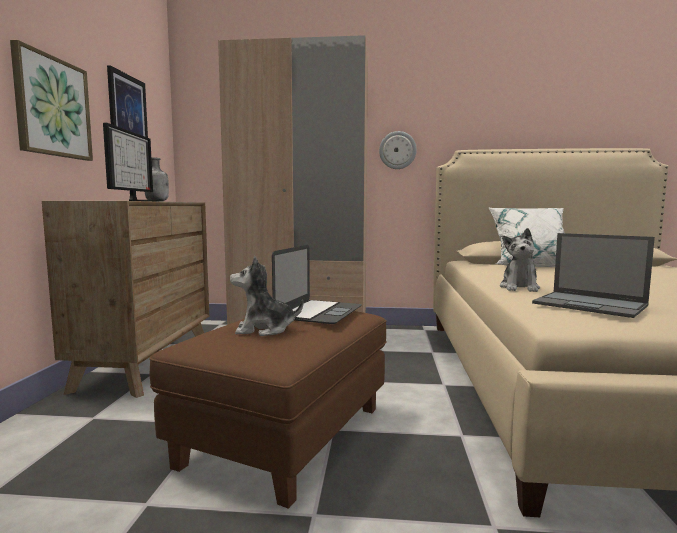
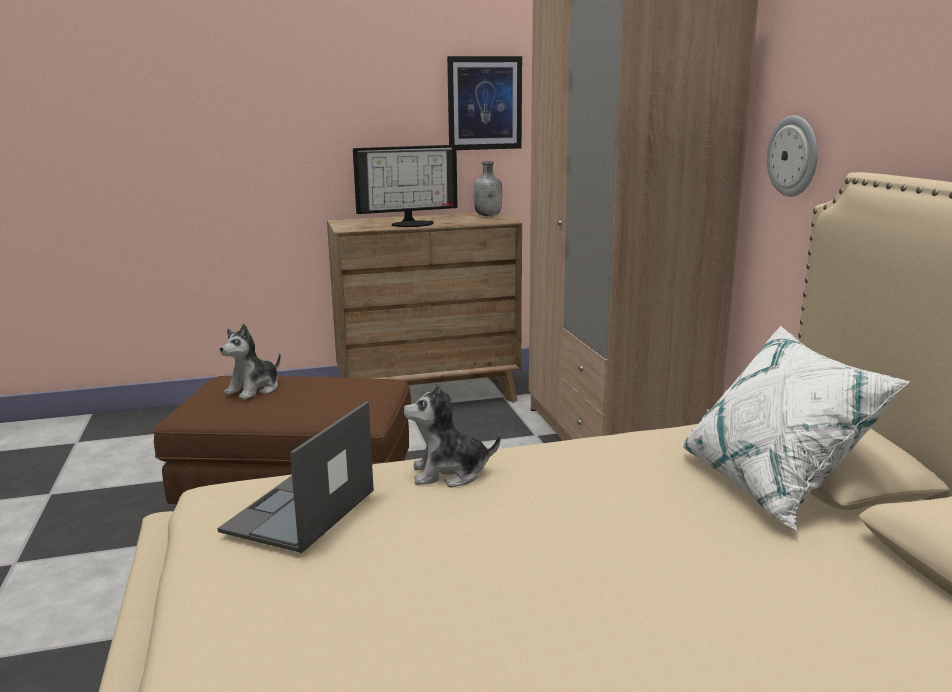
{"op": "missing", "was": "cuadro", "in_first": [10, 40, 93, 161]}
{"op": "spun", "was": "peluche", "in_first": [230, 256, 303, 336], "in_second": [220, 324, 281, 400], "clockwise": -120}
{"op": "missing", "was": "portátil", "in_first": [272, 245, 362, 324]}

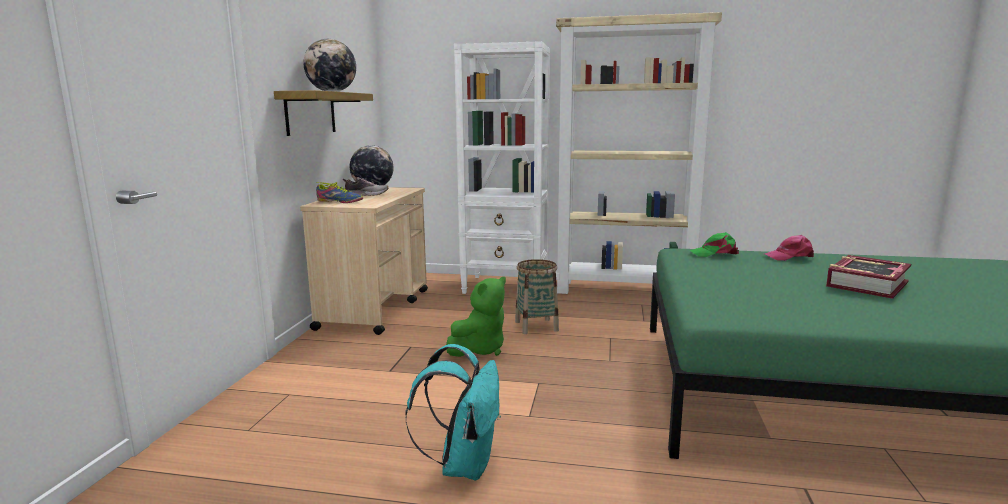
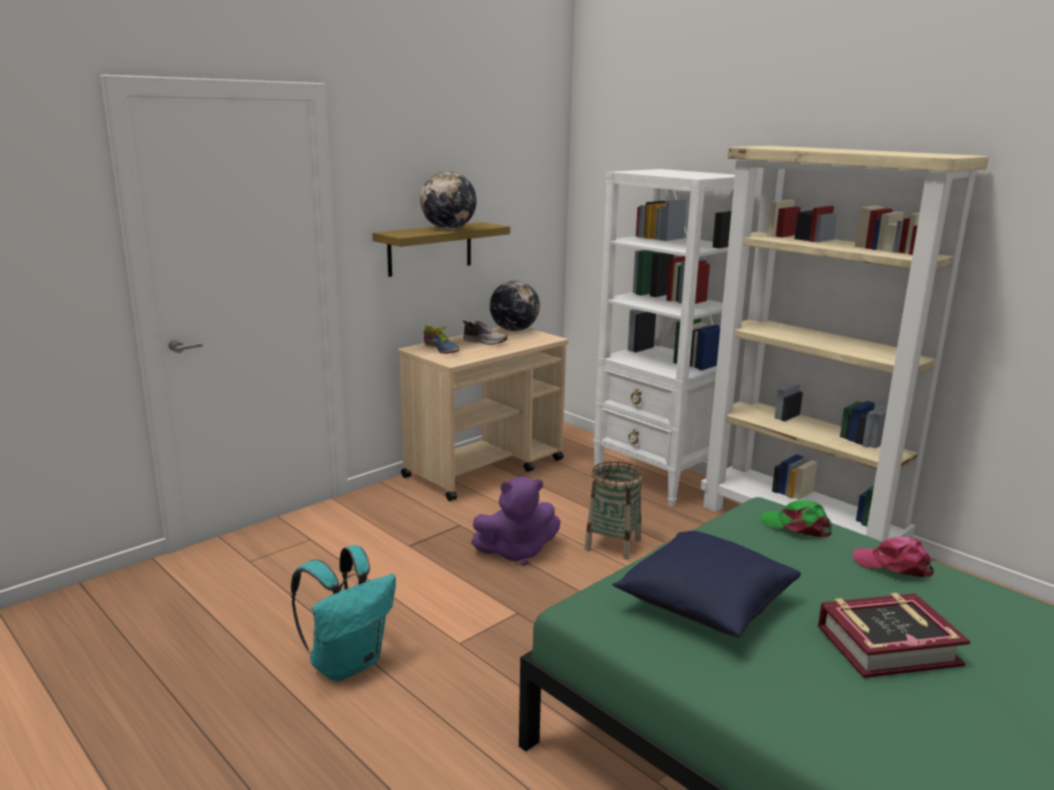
{"op": "colour", "was": "peluche (verde)", "now": "peluche (morado)", "in_first": [446, 277, 506, 357], "in_second": [471, 476, 561, 566]}
{"op": "appeared", "now": "cojín (azul)", "in_second": [612, 531, 801, 638]}

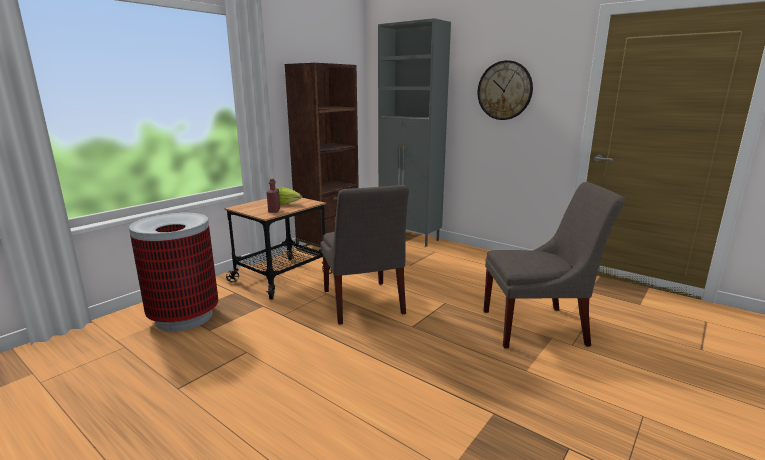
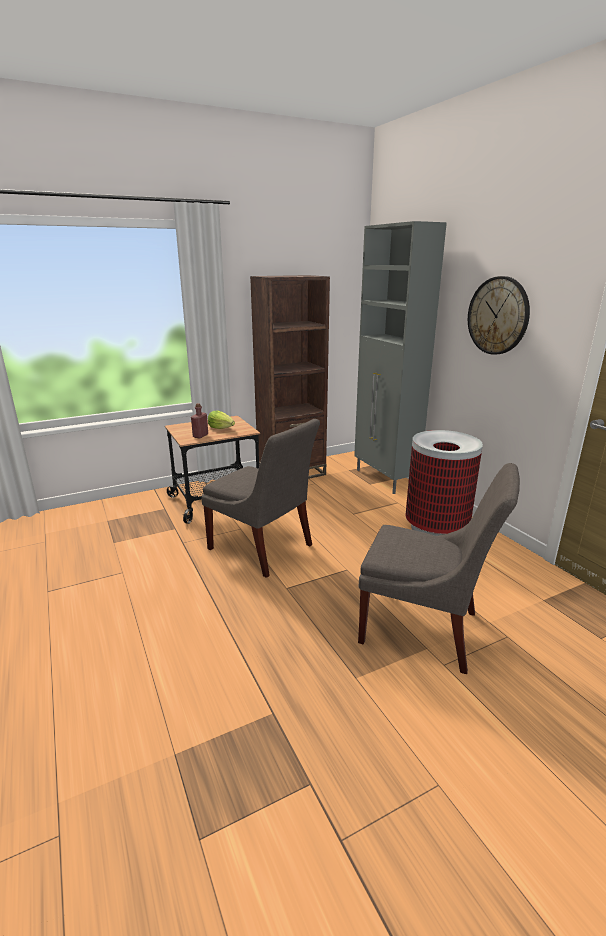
{"op": "relocated", "was": "papelera", "in_first": [129, 213, 219, 331], "in_second": [406, 430, 483, 536]}
{"op": "spun", "was": "silla (gris)", "in_first": [320, 185, 409, 325], "in_second": [201, 419, 320, 578], "clockwise": -60}

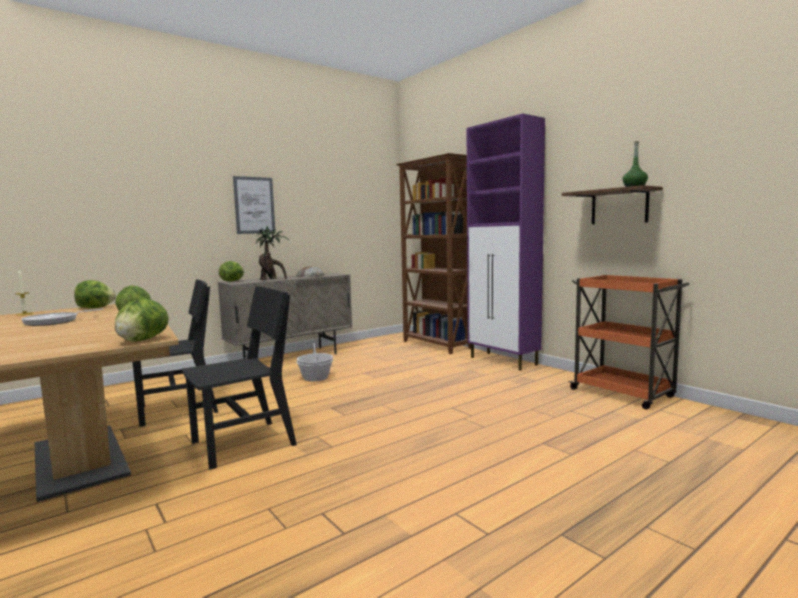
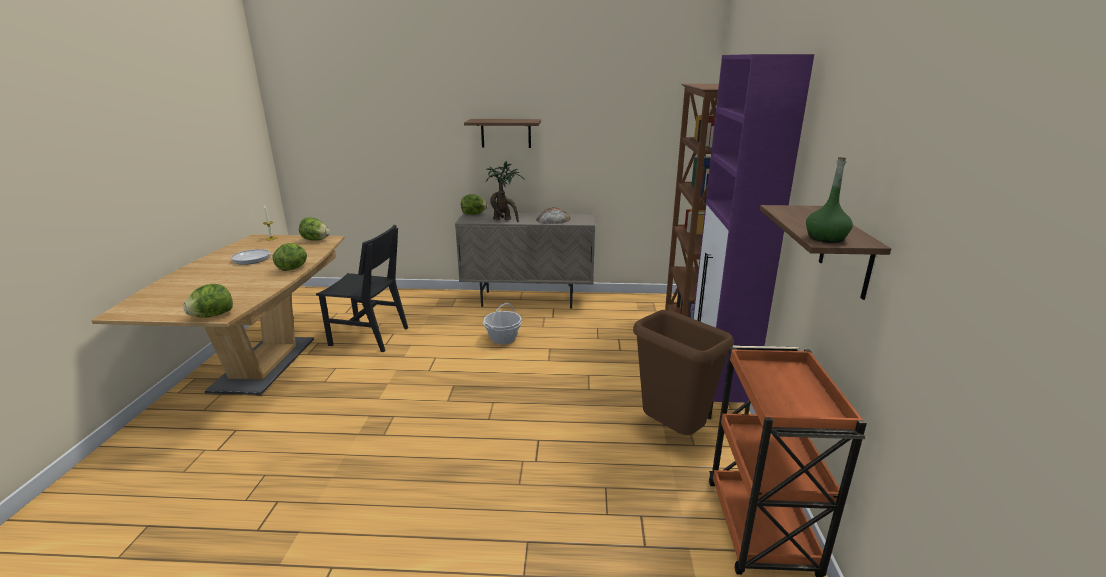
{"op": "missing", "was": "silla (negro)", "in_first": [182, 286, 297, 470]}
{"op": "exchanged", "was": "cuadro", "now": "estante", "in_first": [233, 176, 275, 234], "in_second": [464, 119, 541, 148]}
{"op": "appeared", "now": "papelera (marrón)", "in_second": [633, 310, 734, 435]}

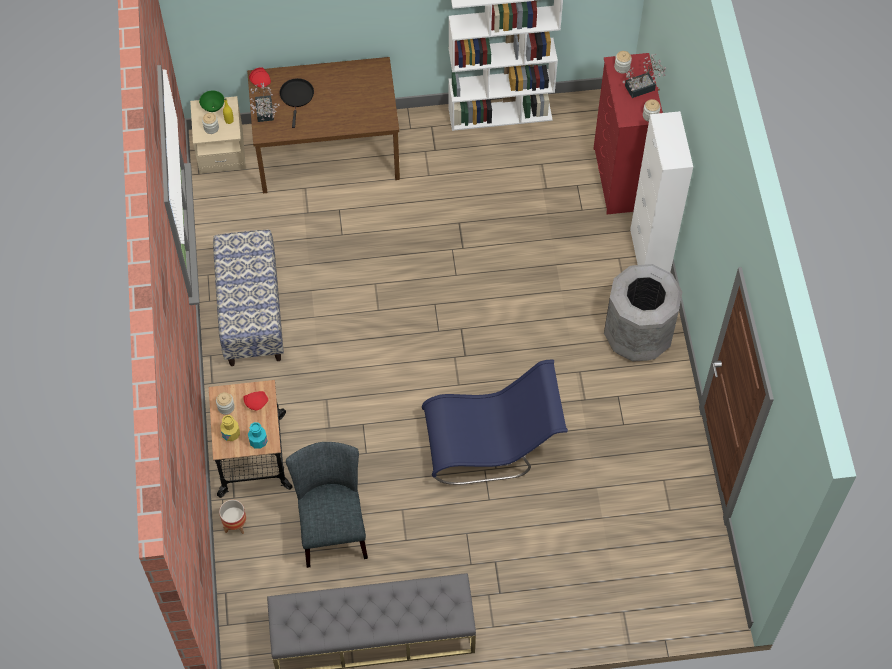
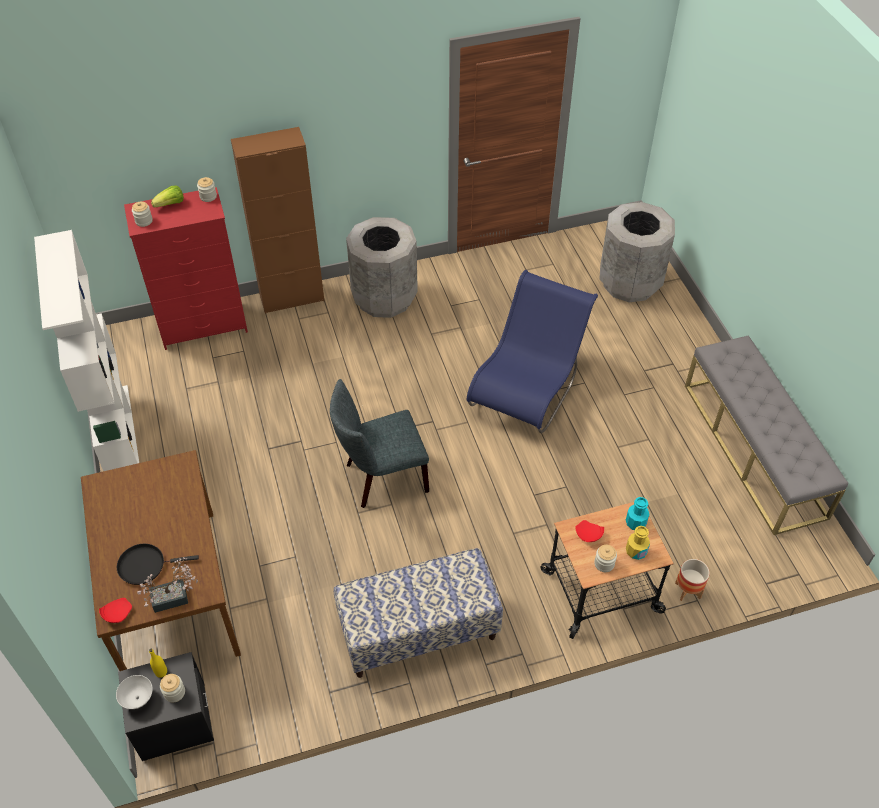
{"op": "colour", "was": "mesita de noche (beis)", "now": "mesita de noche (negro)", "in_first": [190, 96, 246, 174], "in_second": [118, 652, 214, 761]}
{"op": "colour", "was": "cuenco (verde)", "now": "cuenco (blanco)", "in_first": [199, 90, 224, 112], "in_second": [116, 675, 153, 709]}
{"op": "relocated", "was": "silla (gris)", "in_first": [286, 442, 368, 568], "in_second": [330, 379, 429, 508]}
{"op": "spun", "was": "silla (azul)", "in_first": [422, 360, 568, 485], "in_second": [467, 270, 598, 433], "clockwise": 45}
{"op": "exchanged", "was": "planta en maceta", "now": "lechuga", "in_first": [623, 54, 666, 98], "in_second": [151, 186, 184, 207]}
{"op": "colour", "was": "armario (blanco)", "now": "armario (marrón)", "in_first": [630, 111, 693, 273], "in_second": [231, 127, 324, 314]}
{"op": "appeared", "now": "papelera (gris)", "in_second": [600, 202, 675, 302]}

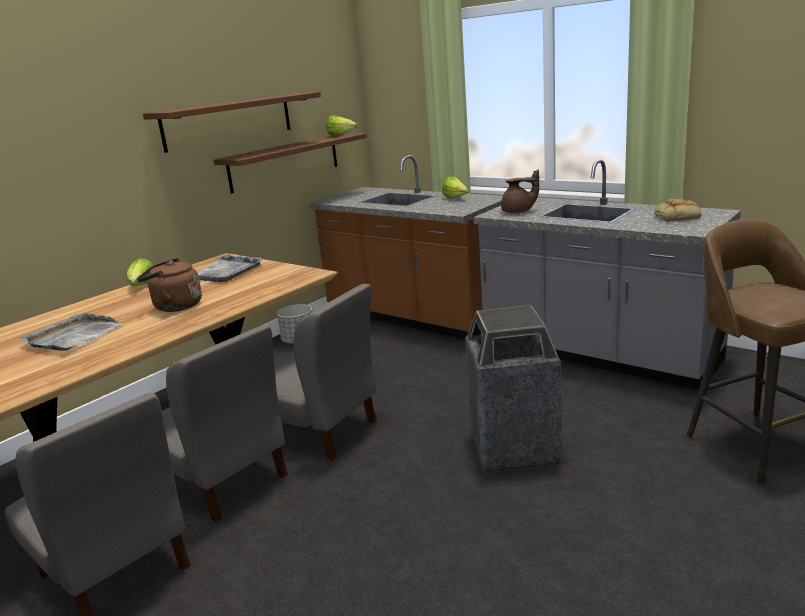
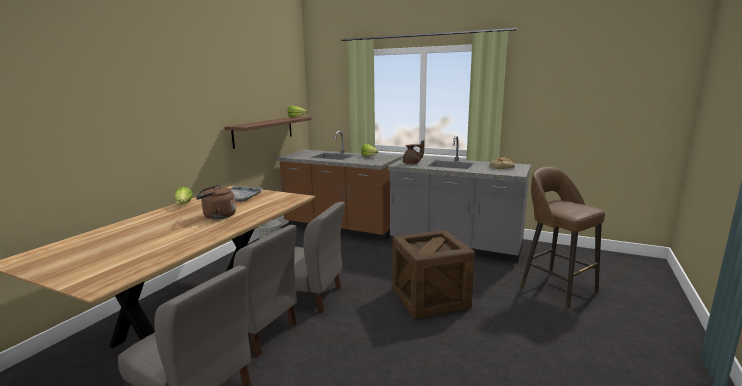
{"op": "missing", "was": "bandeja (gris)", "in_first": [21, 313, 125, 351]}
{"op": "missing", "was": "estante (marrón)", "in_first": [143, 92, 321, 153]}
{"op": "exchanged", "was": "papelera", "now": "caja de embalaje", "in_first": [465, 305, 562, 473], "in_second": [393, 230, 475, 319]}

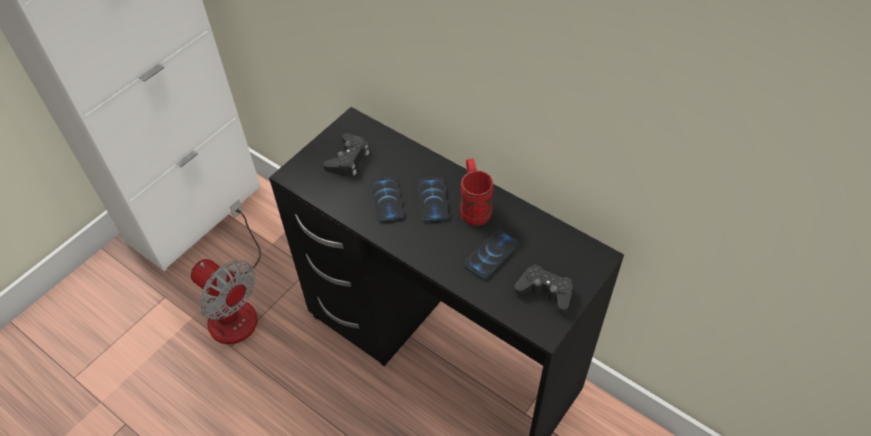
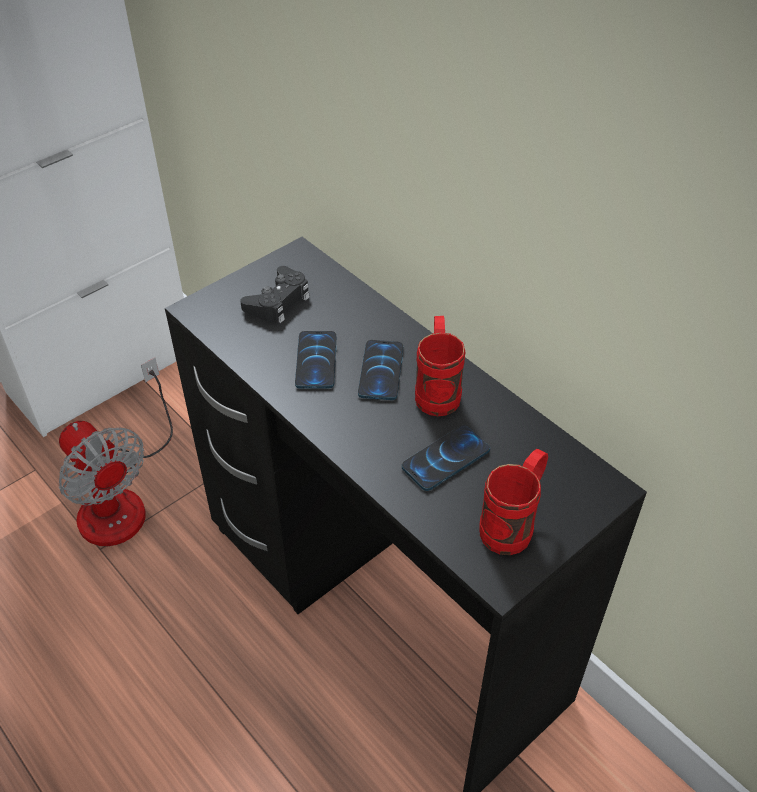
{"op": "exchanged", "was": "mando de consola (negro)", "now": "taza grande (rojo)", "in_first": [514, 264, 573, 314], "in_second": [479, 449, 548, 555]}

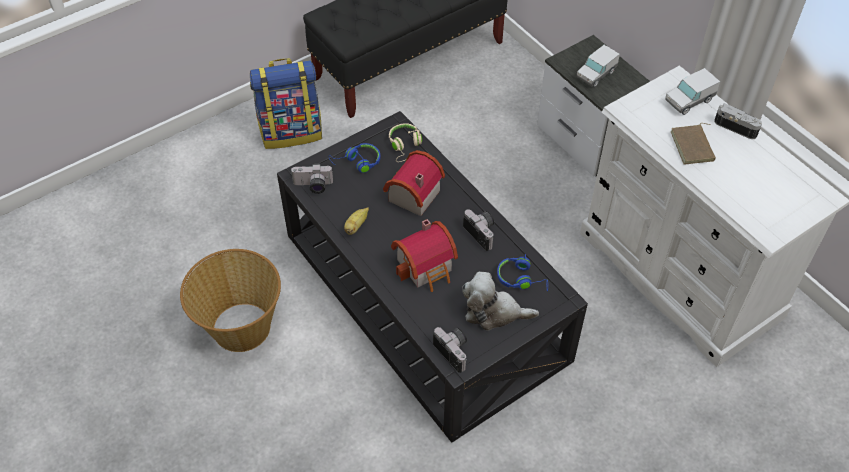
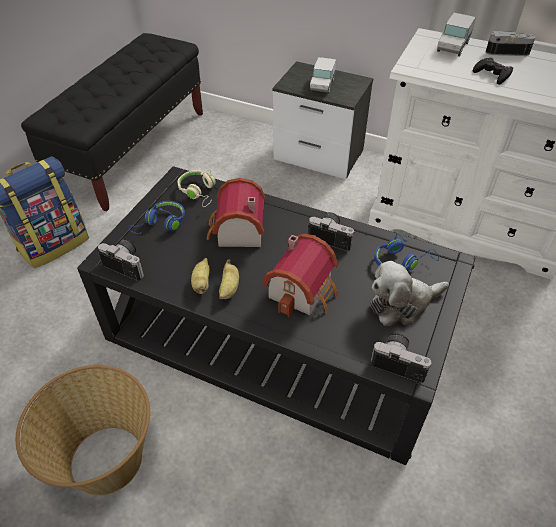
{"op": "spun", "was": "cámara", "in_first": [291, 163, 333, 194], "in_second": [98, 239, 144, 281], "clockwise": -120}
{"op": "exchanged", "was": "libro (marrón)", "now": "mando de consola (negro)", "in_first": [671, 123, 716, 164], "in_second": [472, 58, 513, 85]}
{"op": "appeared", "now": "plátano", "in_second": [219, 259, 239, 299]}

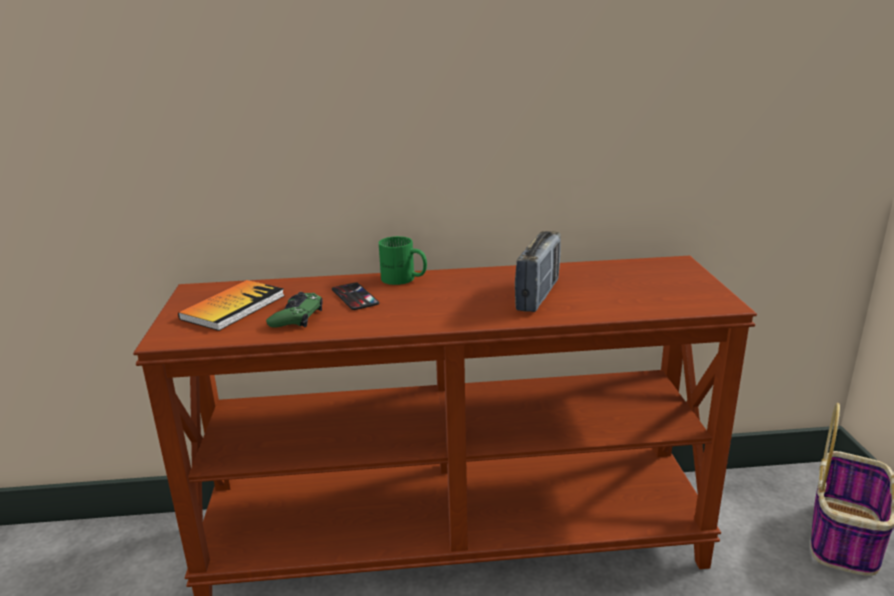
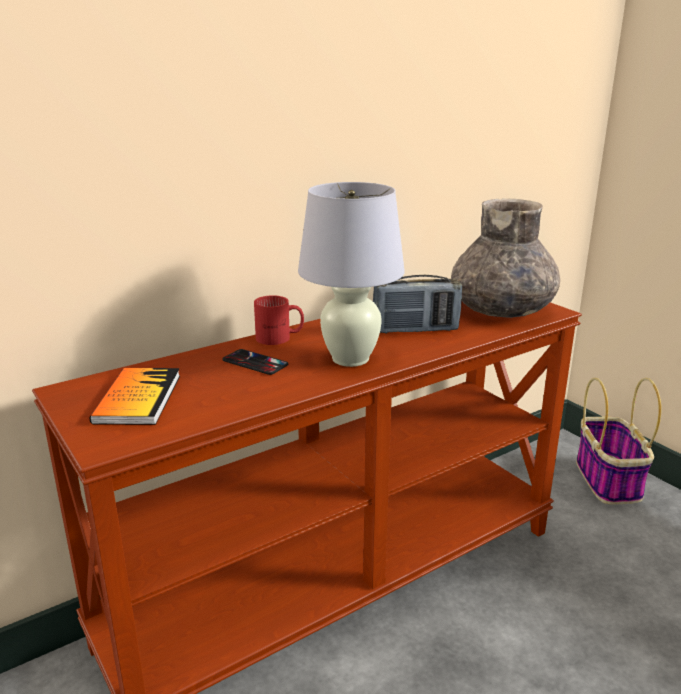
{"op": "missing", "was": "mando de consola (verde)", "in_first": [266, 292, 323, 327]}
{"op": "colour", "was": "taza grande (verde)", "now": "taza grande (rojo)", "in_first": [379, 236, 427, 285], "in_second": [254, 295, 304, 345]}
{"op": "spun", "was": "radio", "in_first": [515, 231, 561, 312], "in_second": [373, 275, 462, 334], "clockwise": 90}
{"op": "appeared", "now": "lámpara de mesa (blanco)", "in_second": [298, 182, 405, 367]}
{"op": "appeared", "now": "florero (gris)", "in_second": [451, 198, 560, 318]}

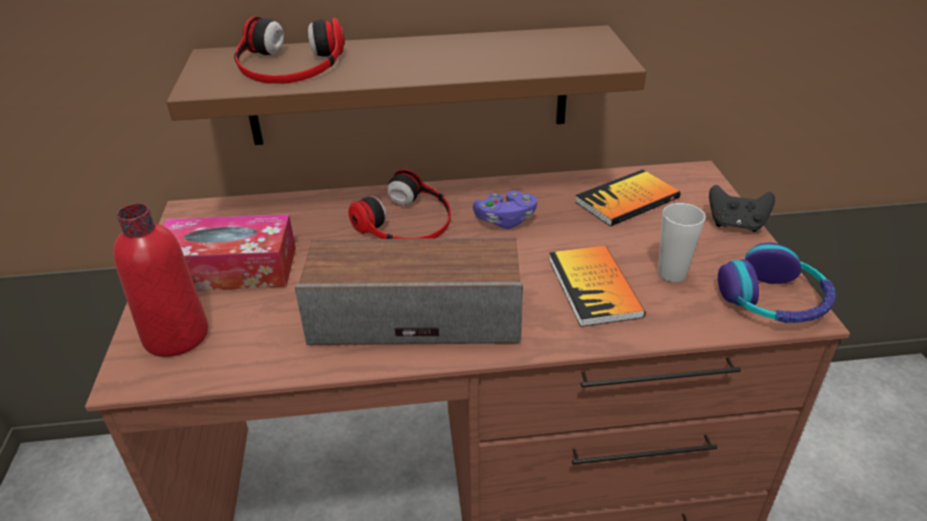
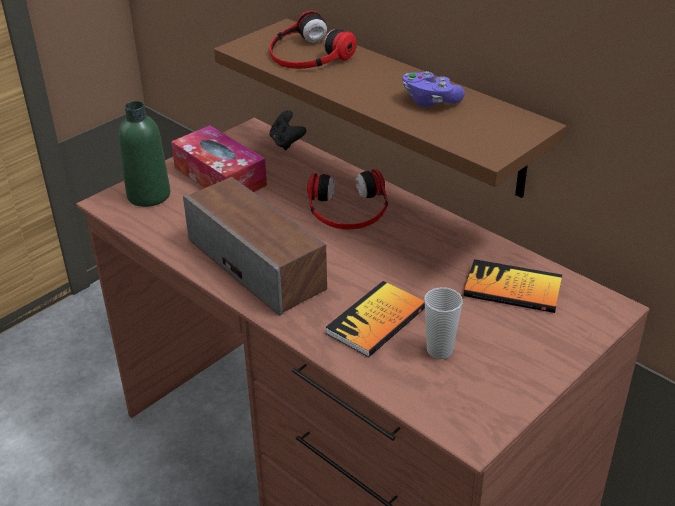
{"op": "colour", "was": "botella (rojo)", "now": "botella (verde)", "in_first": [113, 204, 208, 357], "in_second": [118, 101, 170, 207]}
{"op": "relocated", "was": "mando de consola (morado)", "in_first": [473, 191, 537, 229], "in_second": [402, 71, 465, 107]}
{"op": "relocated", "was": "mando de consola (negro)", "in_first": [709, 185, 775, 232], "in_second": [270, 110, 306, 150]}
{"op": "missing", "was": "auriculares", "in_first": [718, 243, 836, 323]}

